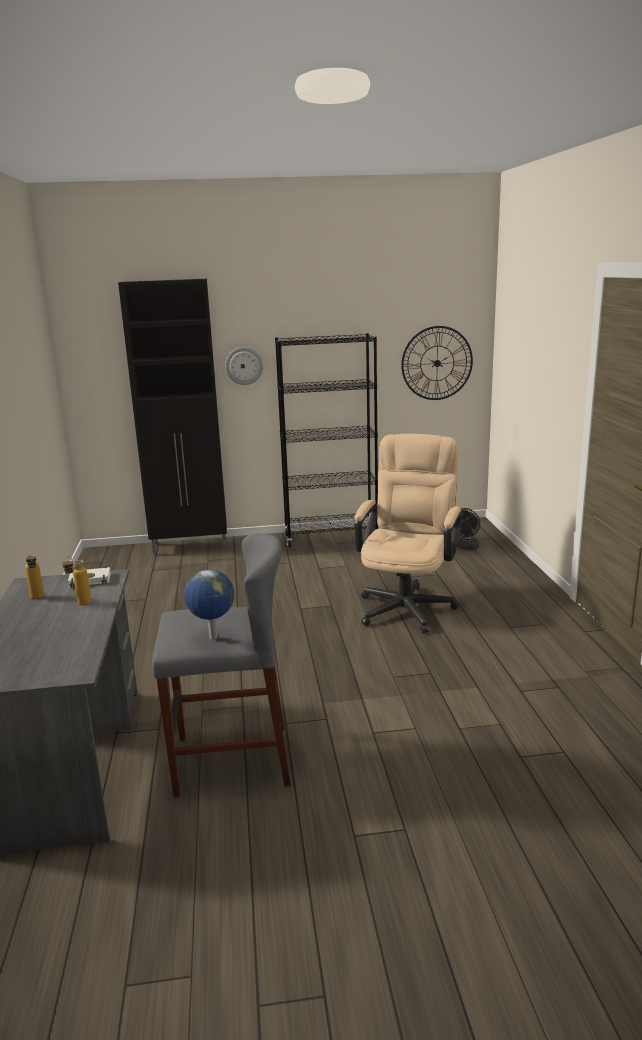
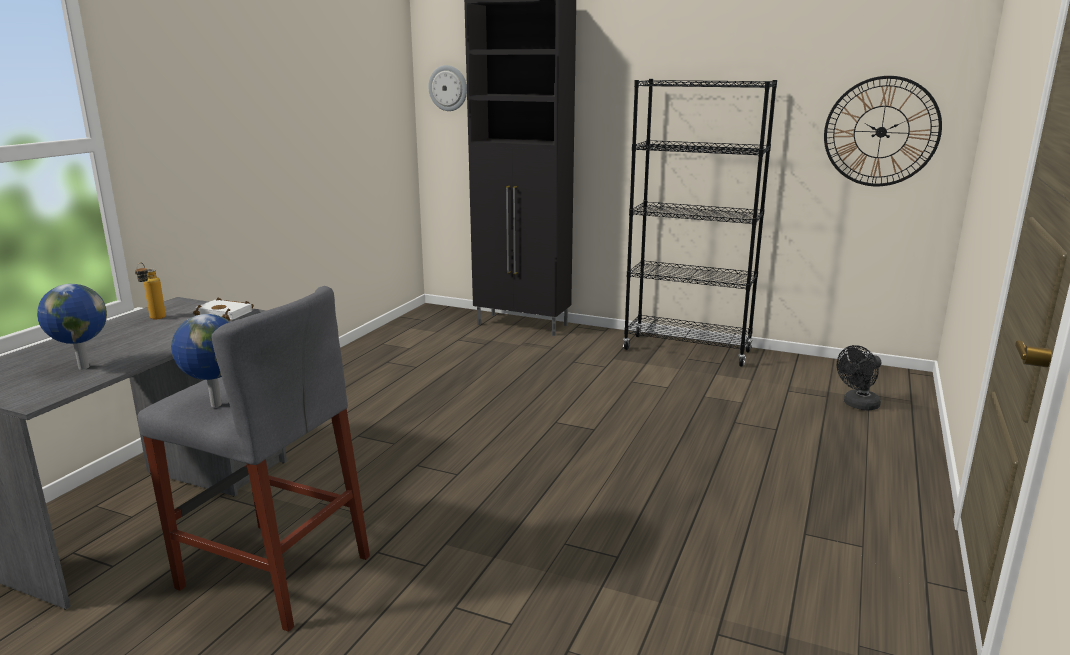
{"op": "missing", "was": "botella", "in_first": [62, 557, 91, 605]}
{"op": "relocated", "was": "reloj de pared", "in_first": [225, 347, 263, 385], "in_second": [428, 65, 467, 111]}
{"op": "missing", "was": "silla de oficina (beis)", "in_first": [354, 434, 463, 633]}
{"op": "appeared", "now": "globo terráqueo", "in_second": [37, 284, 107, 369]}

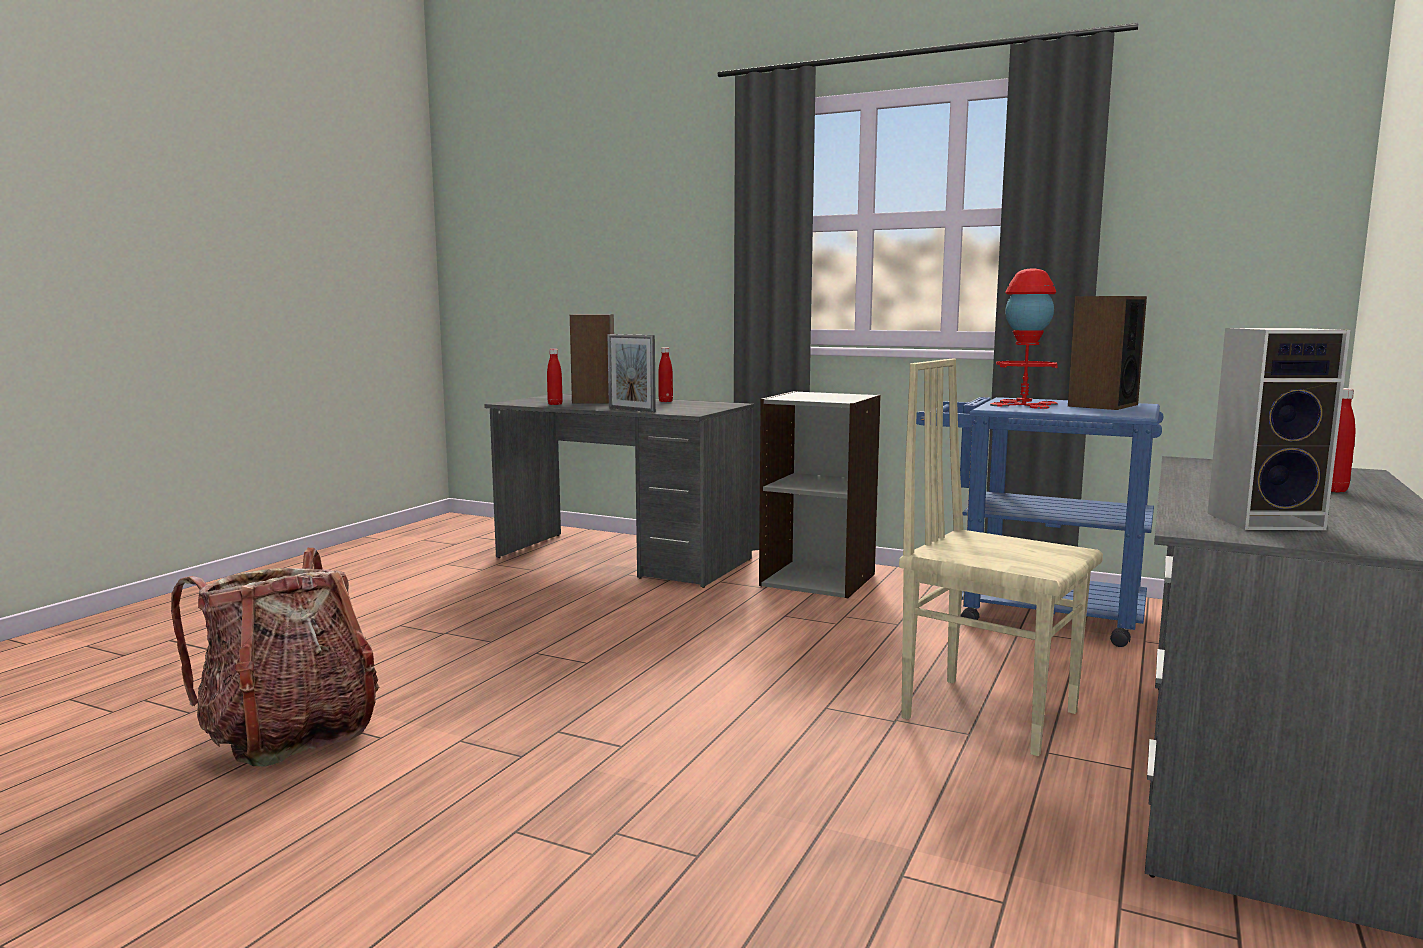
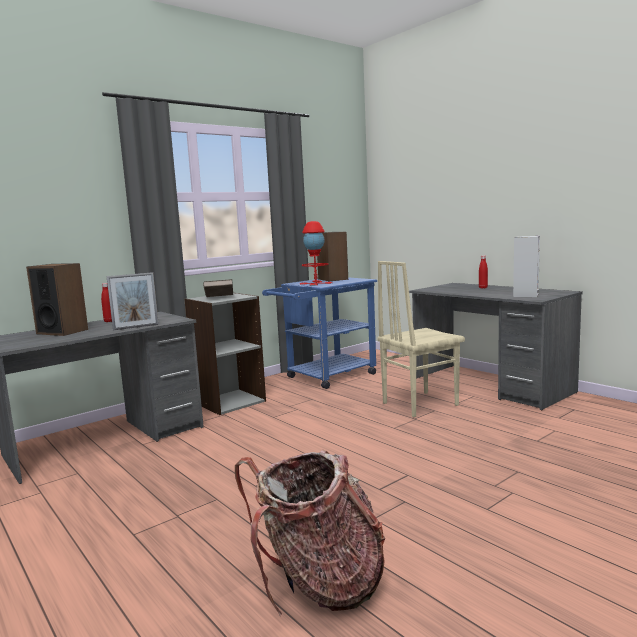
{"op": "missing", "was": "botella (rojo)", "in_first": [547, 349, 563, 405]}
{"op": "appeared", "now": "libro (marrón)", "in_second": [203, 279, 233, 297]}

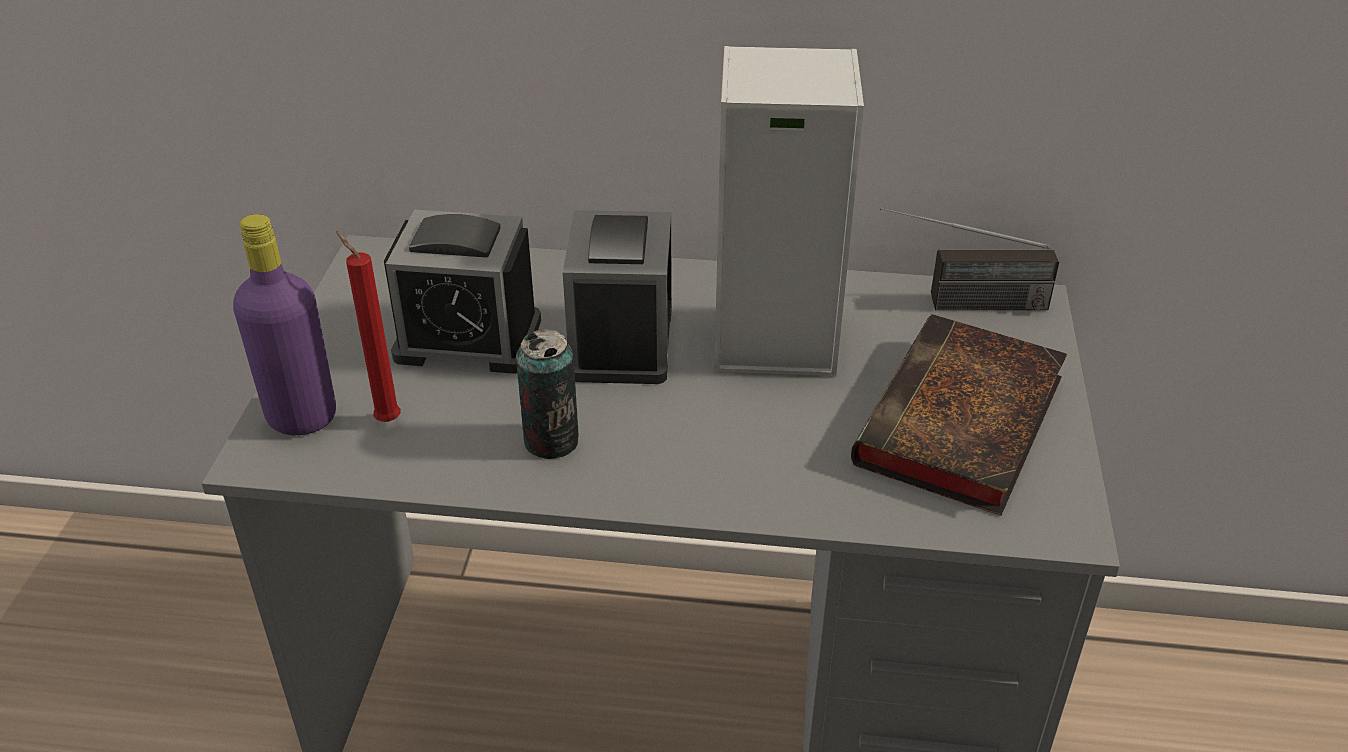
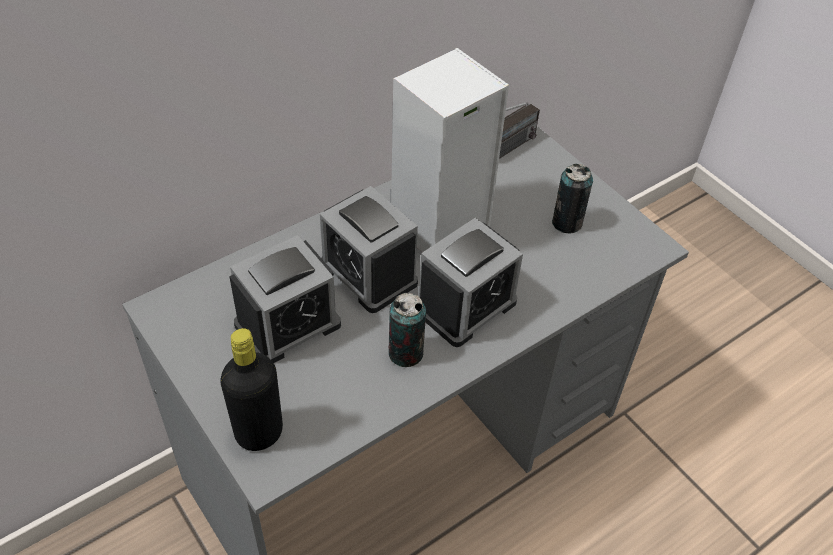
{"op": "colour", "was": "botella (morado)", "now": "botella (negro)", "in_first": [233, 214, 336, 435], "in_second": [220, 328, 283, 451]}
{"op": "missing", "was": "vela (rojo)", "in_first": [336, 231, 401, 422]}
{"op": "exchanged", "was": "libro", "now": "lata", "in_first": [851, 314, 1067, 516], "in_second": [552, 163, 594, 233]}
{"op": "appeared", "now": "despertador", "in_second": [419, 218, 523, 347]}

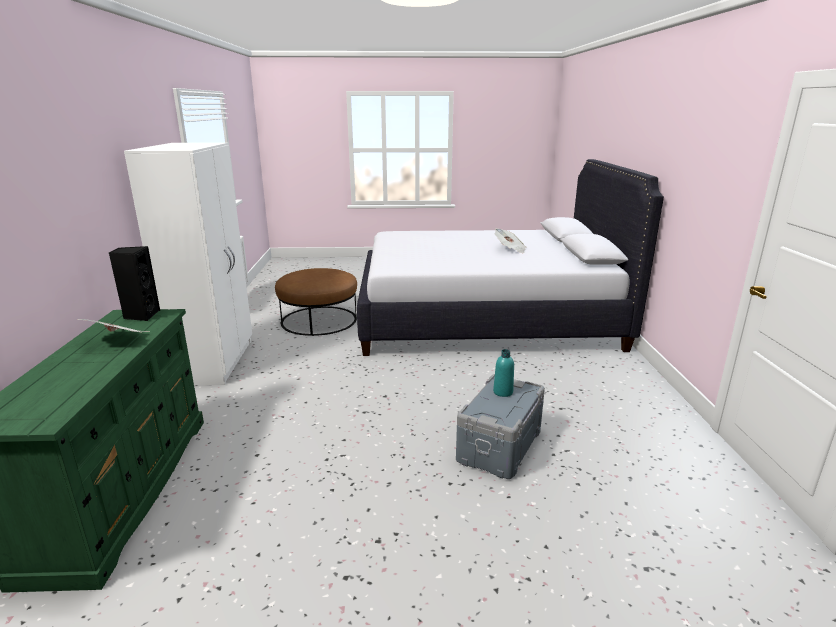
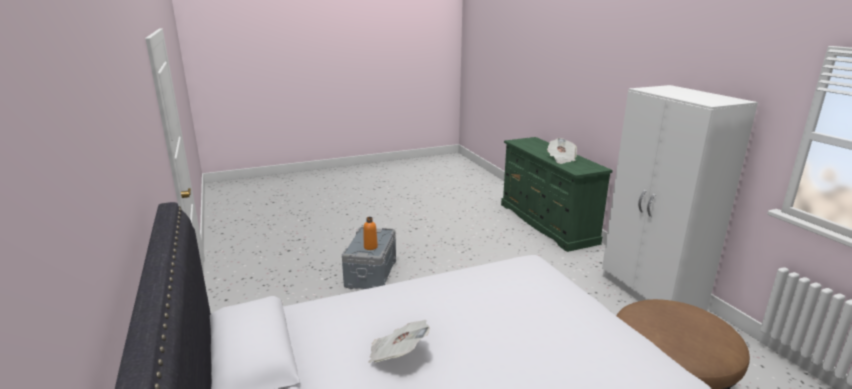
{"op": "missing", "was": "altavoz (negro)", "in_first": [109, 246, 160, 321]}
{"op": "colour", "was": "botella (turquesa)", "now": "botella (naranja)", "in_first": [493, 349, 514, 397], "in_second": [363, 217, 378, 250]}

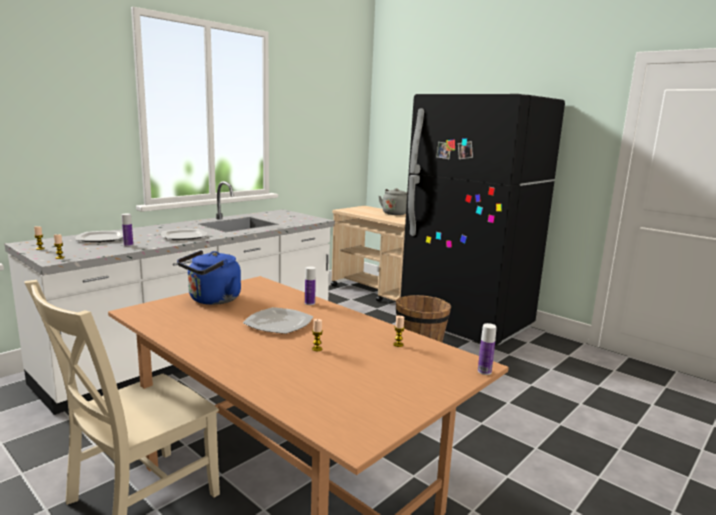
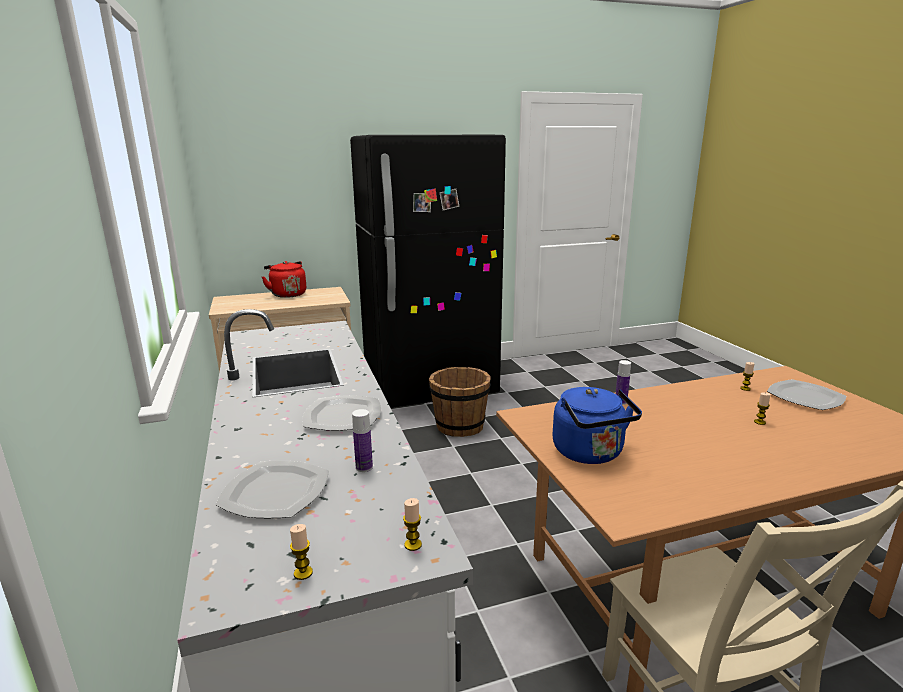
{"op": "relocated", "was": "plato", "in_first": [243, 307, 313, 334], "in_second": [767, 379, 846, 410]}
{"op": "colour", "was": "hervidor (gris)", "now": "hervidor (rojo)", "in_first": [379, 188, 407, 215], "in_second": [262, 261, 306, 298]}
{"op": "missing", "was": "botella", "in_first": [478, 323, 497, 375]}

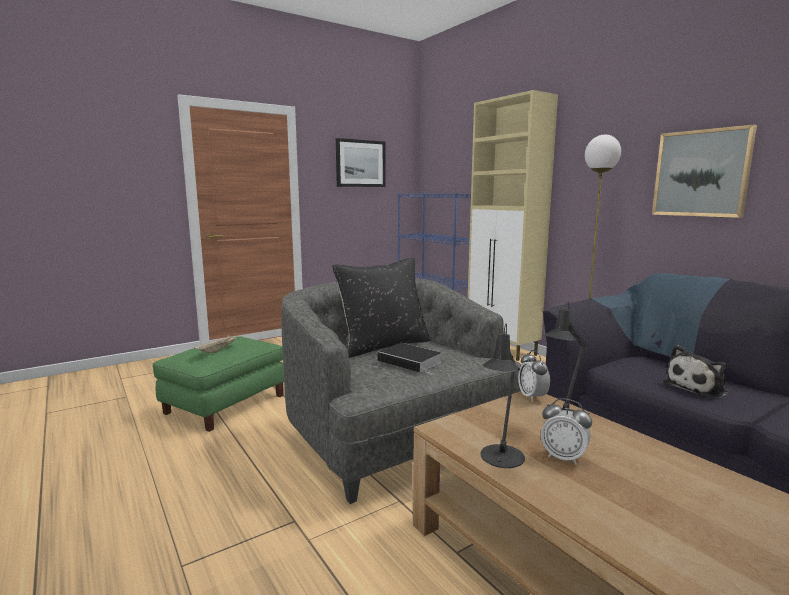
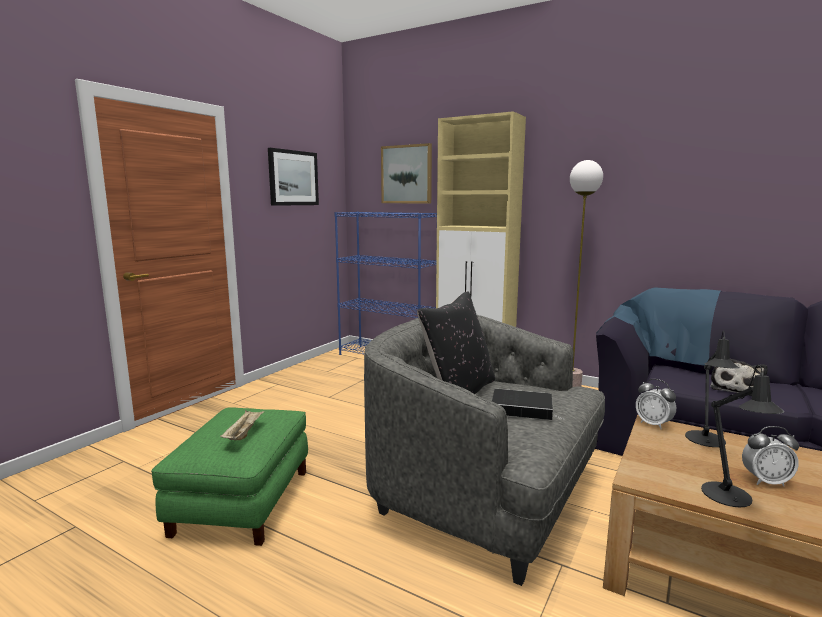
{"op": "relocated", "was": "cuadro", "in_first": [652, 124, 757, 218], "in_second": [381, 143, 432, 203]}

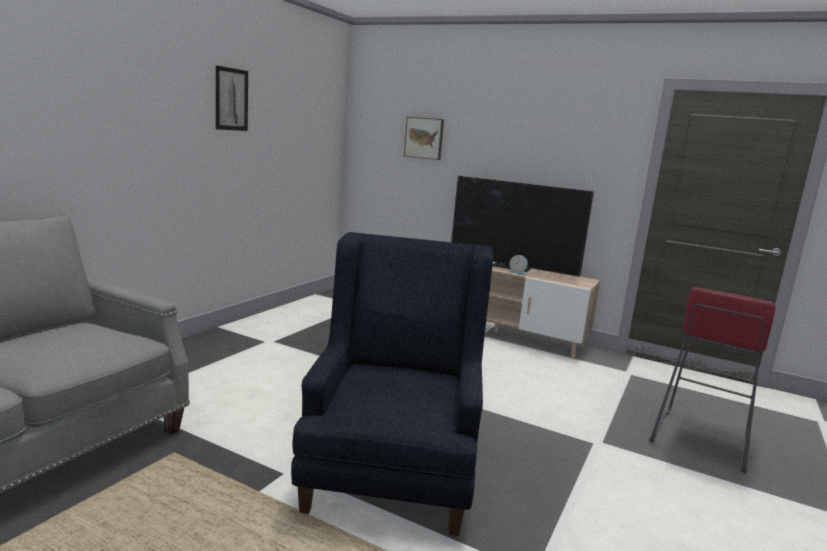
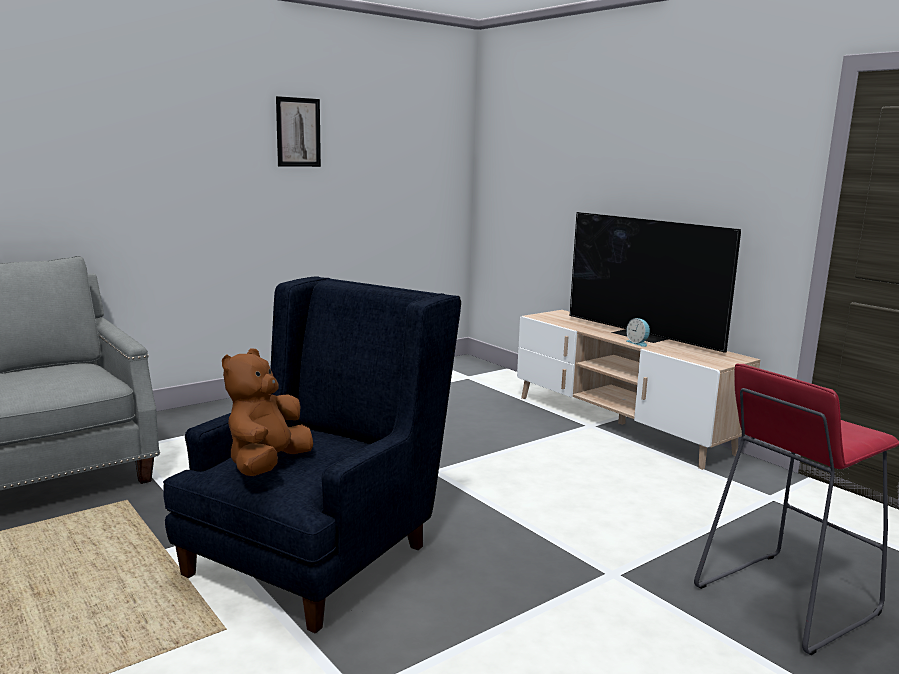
{"op": "missing", "was": "cuadro", "in_first": [404, 117, 444, 160]}
{"op": "appeared", "now": "peluche (marrón)", "in_second": [222, 349, 313, 476]}

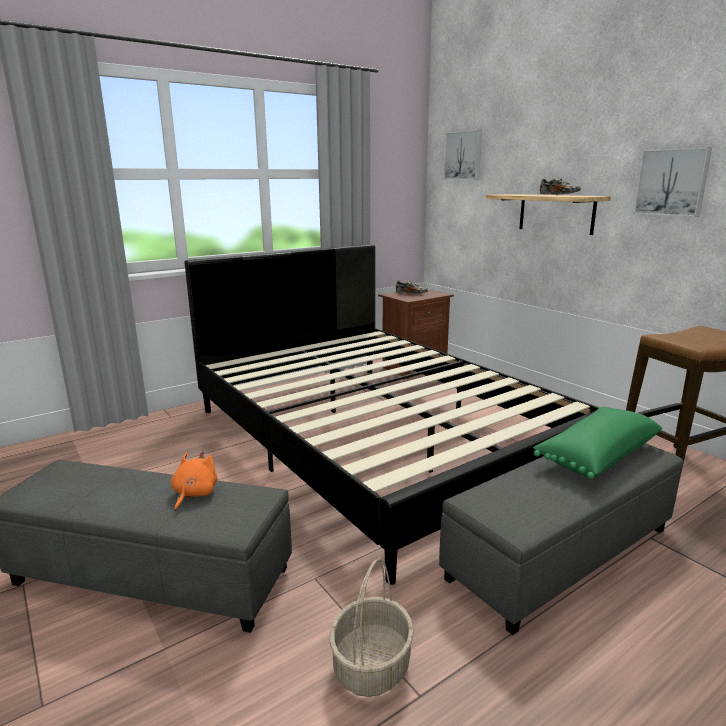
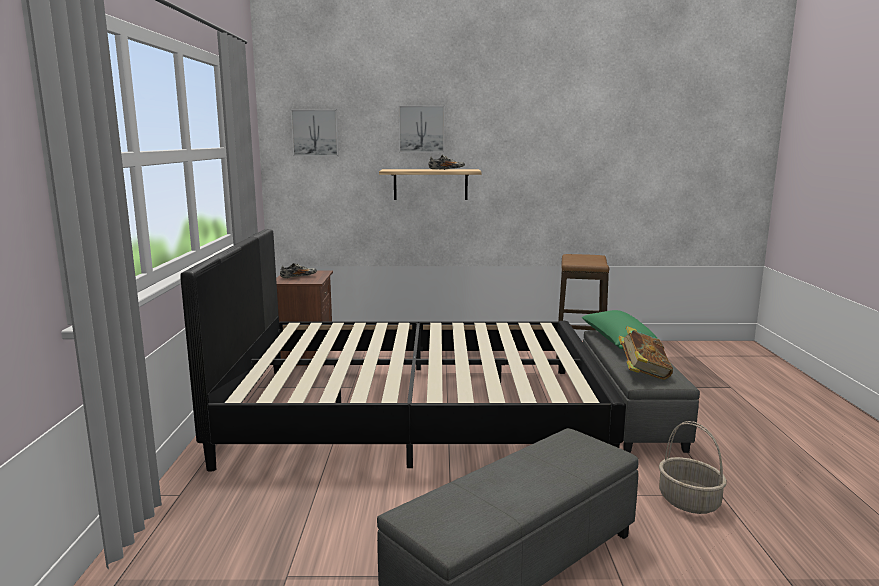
{"op": "missing", "was": "peluche (naranja)", "in_first": [171, 451, 218, 511]}
{"op": "relocated", "was": "cuadro", "in_first": [633, 147, 712, 217], "in_second": [399, 106, 444, 152]}
{"op": "appeared", "now": "libro", "in_second": [618, 326, 673, 380]}

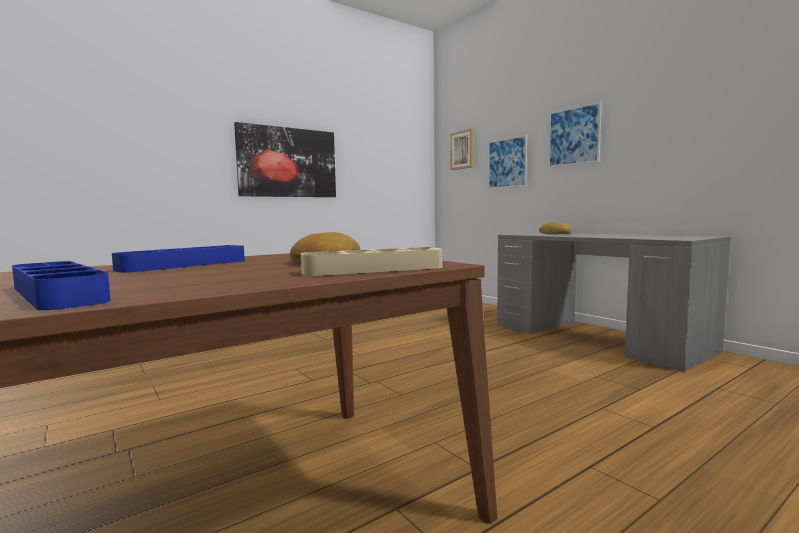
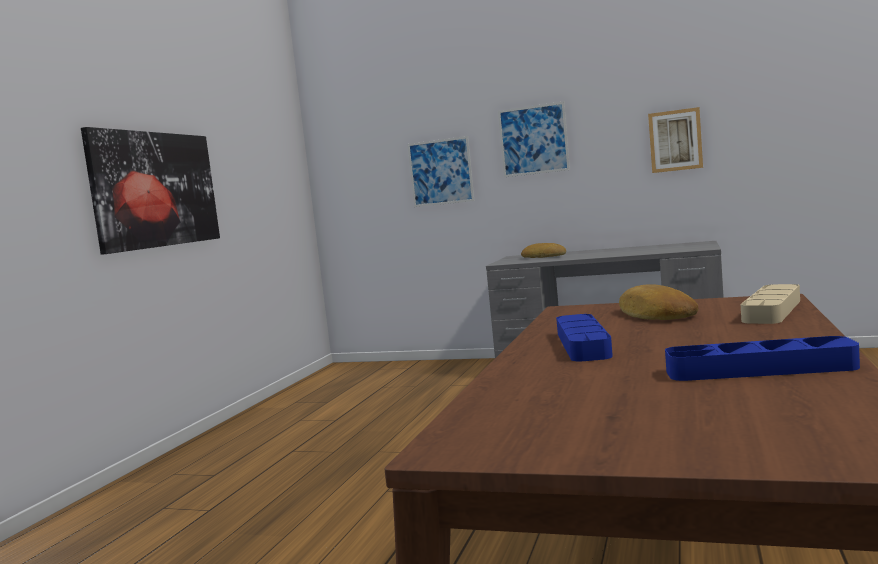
{"op": "relocated", "was": "cuadro", "in_first": [450, 129, 473, 170], "in_second": [648, 107, 703, 173]}

